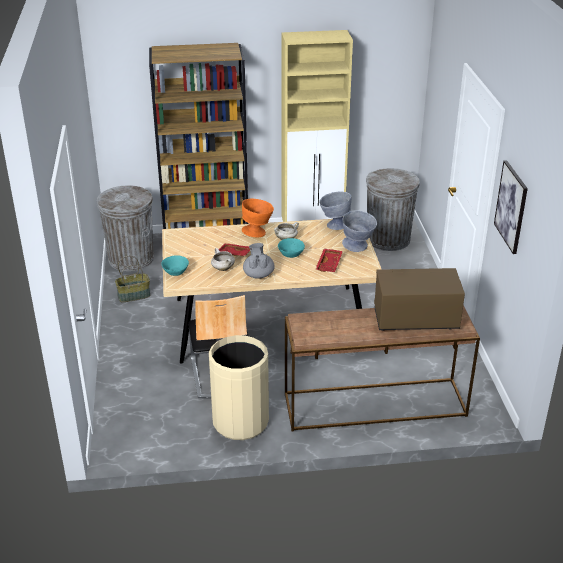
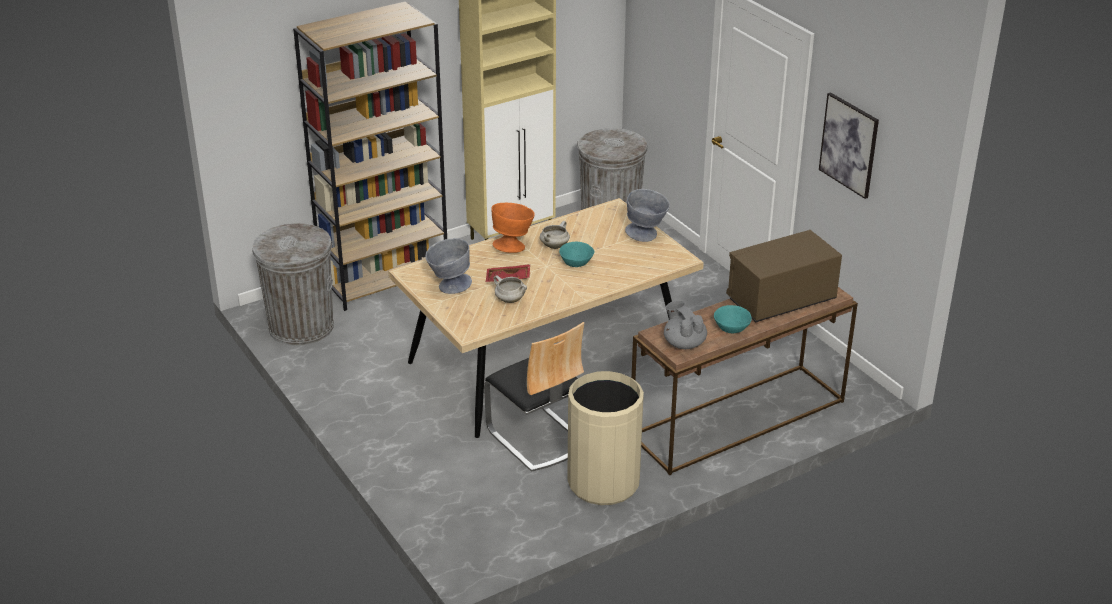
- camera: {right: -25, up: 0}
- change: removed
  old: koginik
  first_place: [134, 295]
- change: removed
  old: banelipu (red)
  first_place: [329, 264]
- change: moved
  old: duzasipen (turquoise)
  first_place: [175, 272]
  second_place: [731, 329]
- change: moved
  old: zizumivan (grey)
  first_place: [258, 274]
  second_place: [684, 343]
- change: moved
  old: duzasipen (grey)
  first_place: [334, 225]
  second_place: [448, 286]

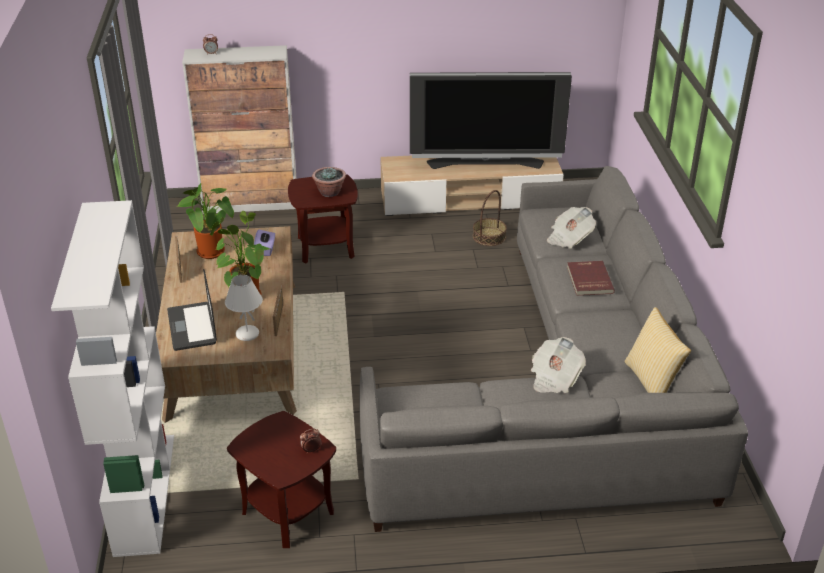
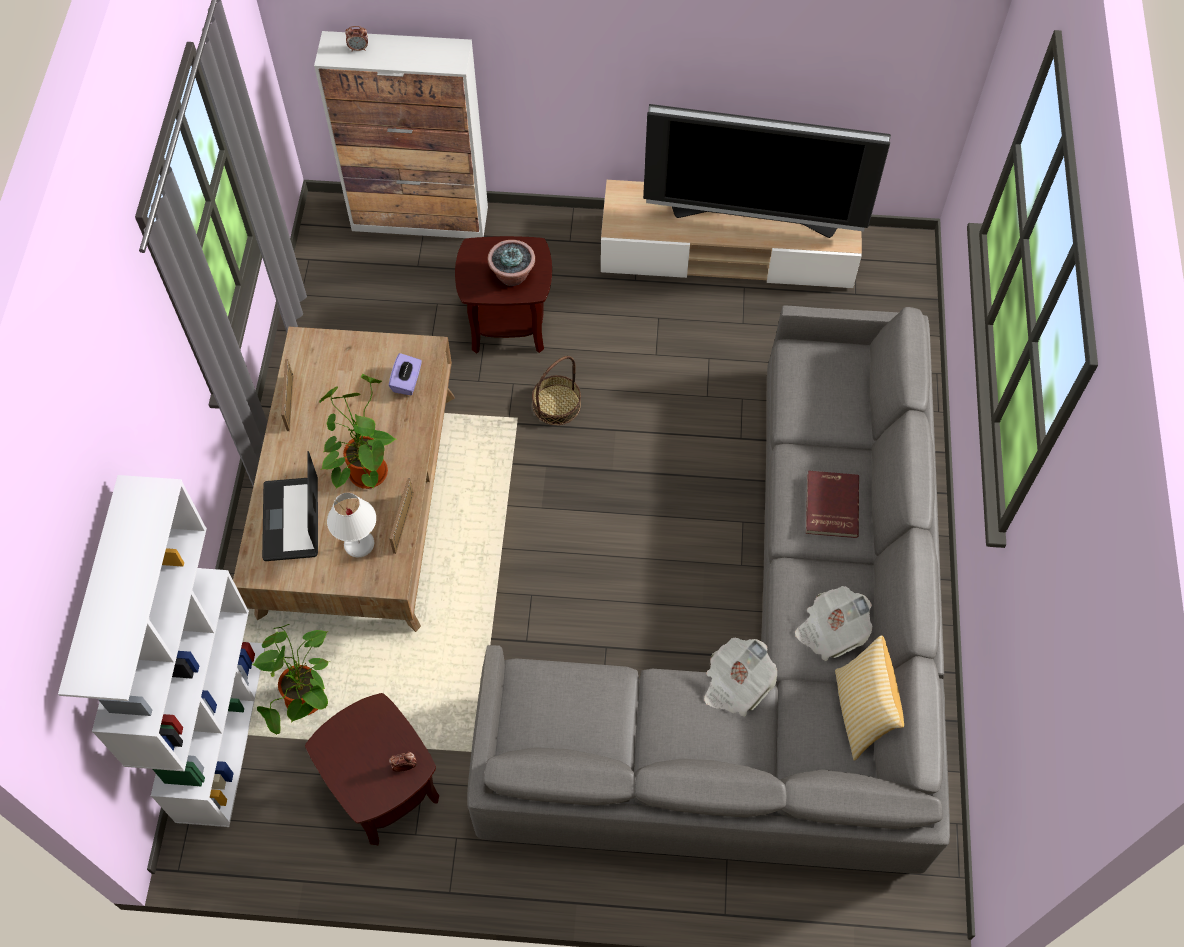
- camera: {right: 10, up: 25}
- change: moved
  old: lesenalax
  first_place: [213, 253]
  second_place: [308, 702]
- change: moved
  old: koginik
  first_place: [489, 236]
  second_place: [556, 404]
- change: moved
  old: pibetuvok
  first_place: [569, 238]
  second_place: [830, 631]

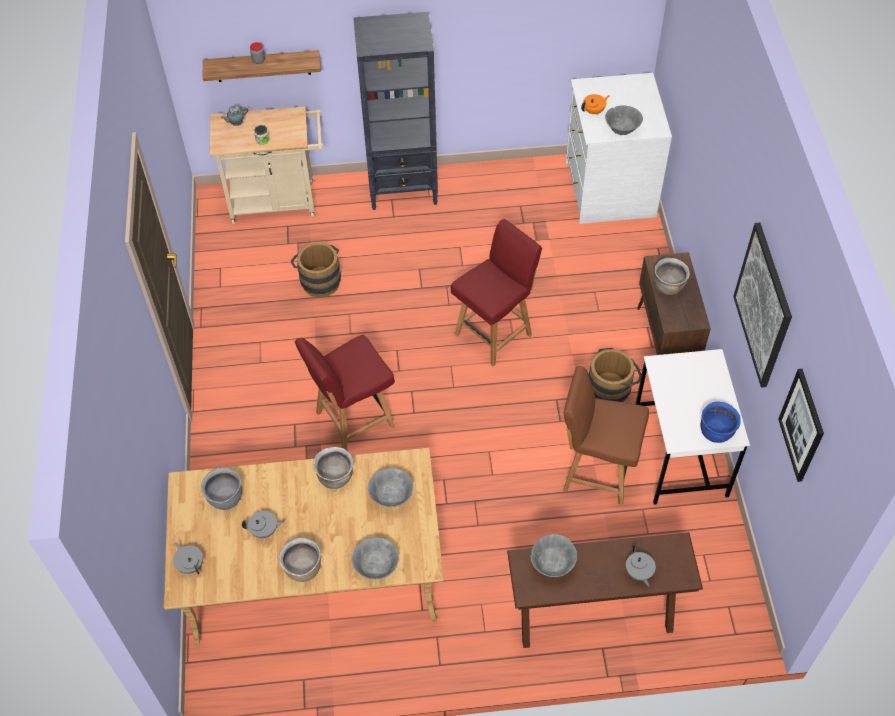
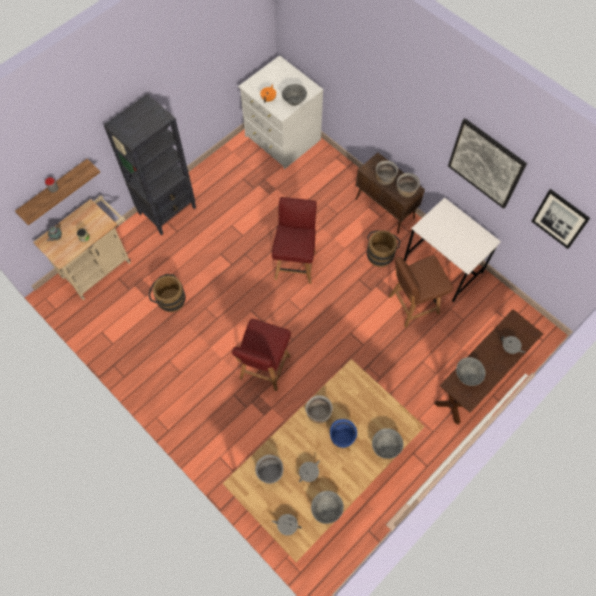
- camera: {right: -40, up: 10}
- change: moved
  old: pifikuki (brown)
  first_place: [303, 569]
  second_place: [406, 191]
- change: moved
  old: duzasipen (grey)
  first_place: [392, 497]
  second_place: [326, 509]
- change: moved
  old: pifikuki (blue)
  first_place: [716, 432]
  second_place: [342, 437]

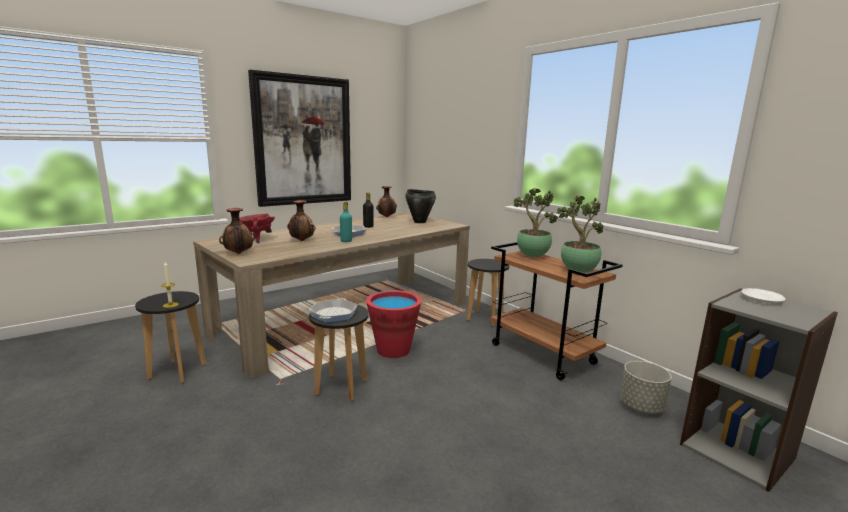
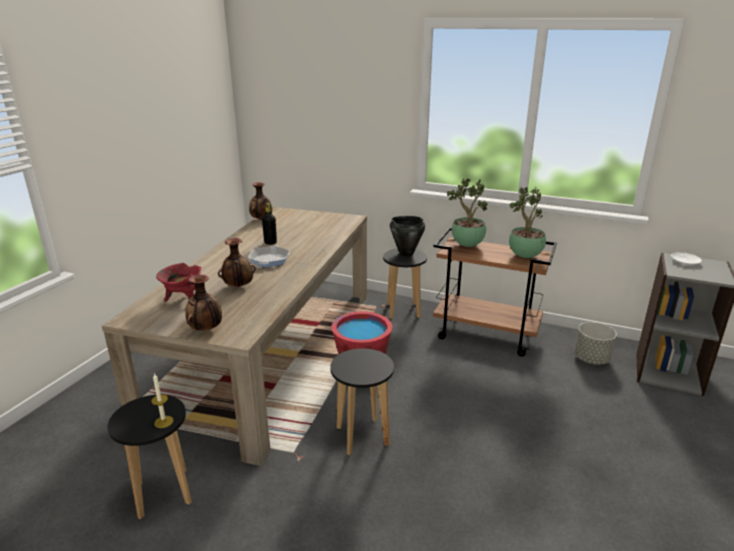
- camera: {right: -30, up: 10}
- change: removed
  old: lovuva
  first_place: [303, 141]
- change: removed
  old: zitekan
  first_place: [333, 314]
- change: removed
  old: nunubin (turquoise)
  first_place: [346, 241]
- change: moved
  old: pifikuki (black)
  first_place: [419, 222]
  second_place: [406, 254]

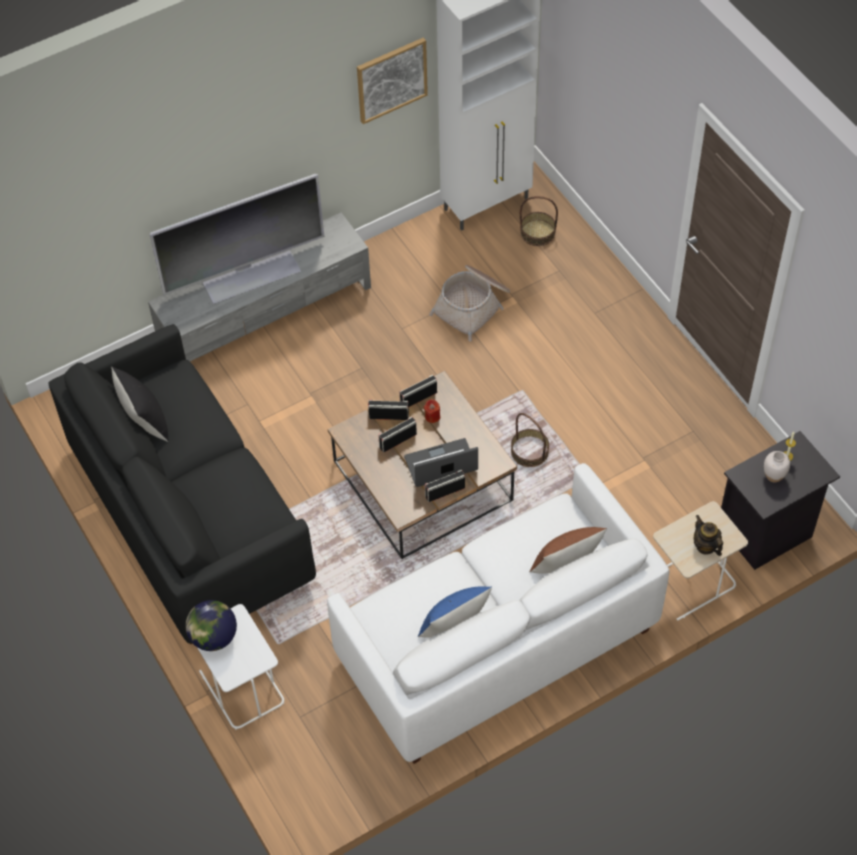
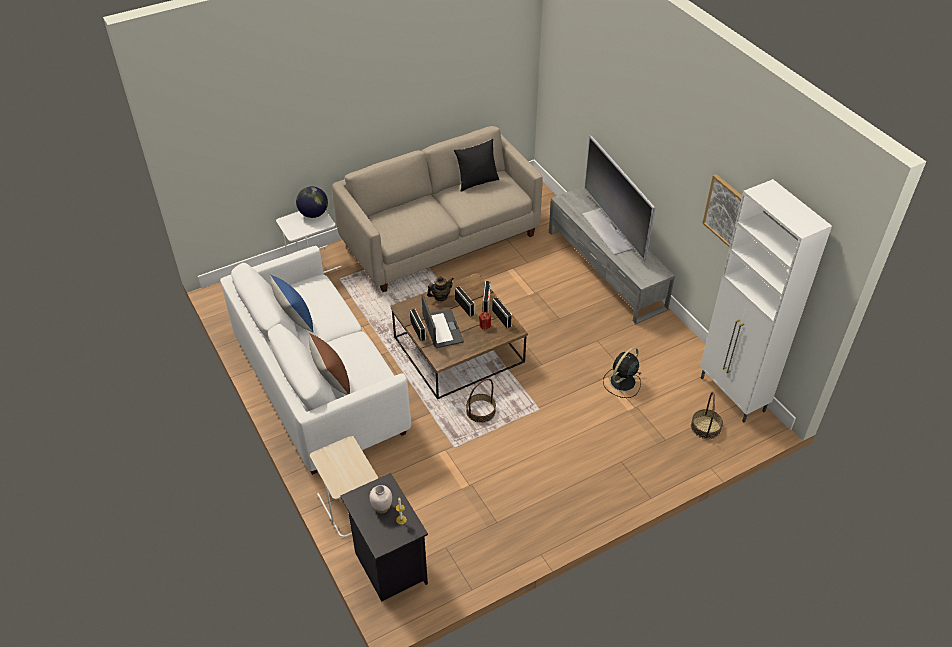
- camera: {right: 90, up: -10}
- change: moved
  old: zizumivan
  first_place: [705, 546]
  second_place: [440, 297]
- change: replaced
  old: koginik
  new: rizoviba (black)
  first_place: [473, 306]
  second_place: [622, 382]
- change: recoloured
  old: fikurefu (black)
  new: fikurefu (beige)
  first_place: [189, 515]
  second_place: [440, 239]

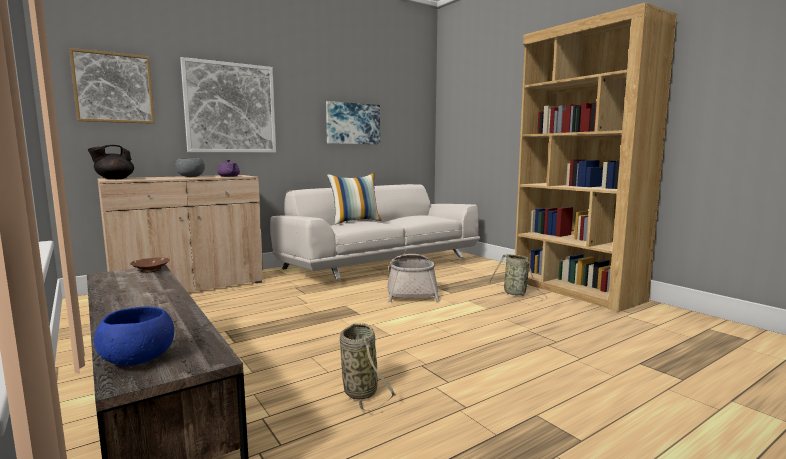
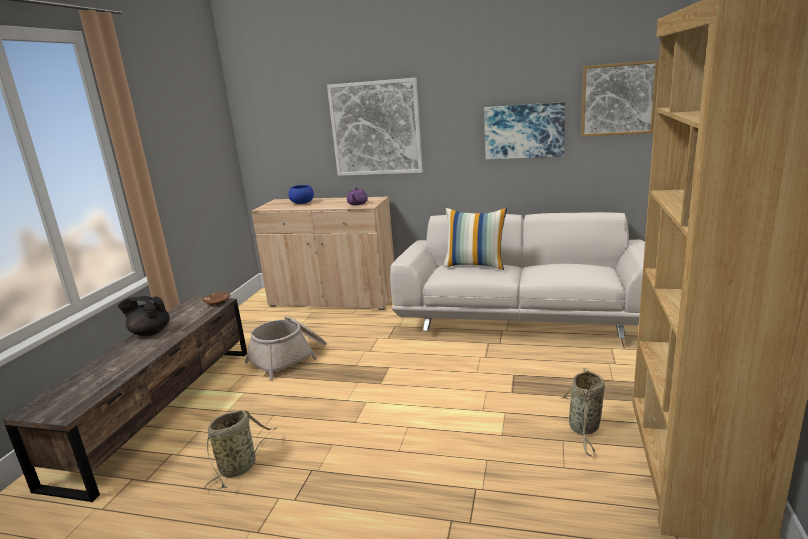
- camera: {right: 50, up: 10}
- change: removed
  old: duzasipen (grey)
  first_place: [190, 177]
- change: moved
  old: lovuva
  first_place: [113, 88]
  second_place: [618, 99]
- change: moved
  old: zizumivan (black)
  first_place: [114, 179]
  second_place: [150, 332]
- change: moved
  old: duzasipen (blue)
  first_place: [138, 360]
  second_place: [302, 203]
- change: moved
  old: koginik
  first_place: [411, 292]
  second_place: [289, 357]

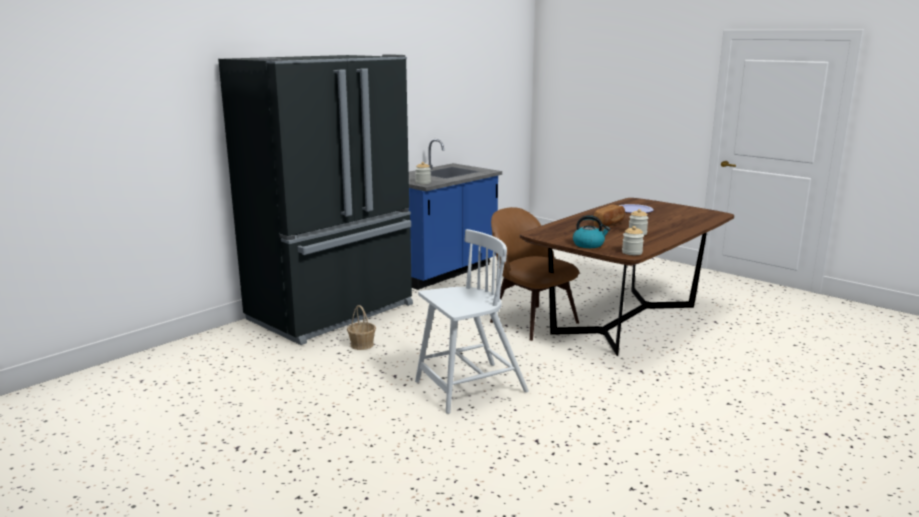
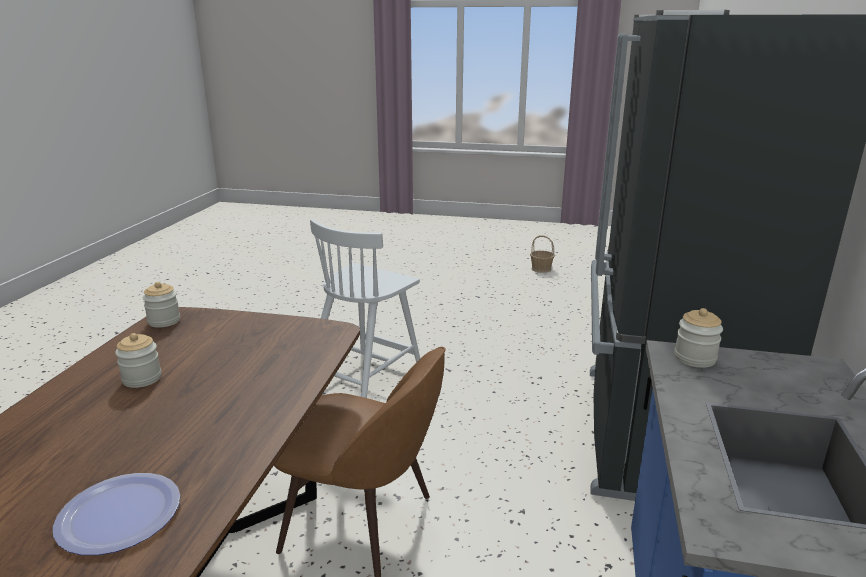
- camera: {right: 150, up: 5}
- change: removed
  old: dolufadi
  first_place: [589, 244]
- change: removed
  old: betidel
  first_place: [610, 223]
- change: moved
  old: koginik
  first_place: [362, 345]
  second_place: [541, 269]

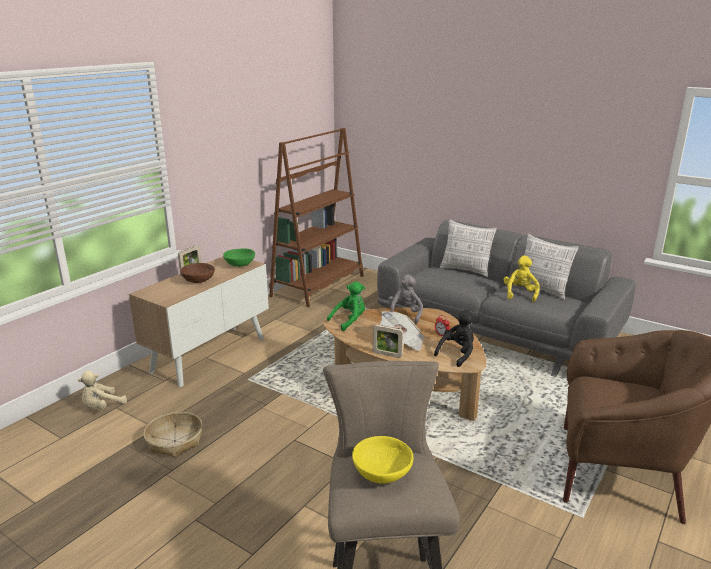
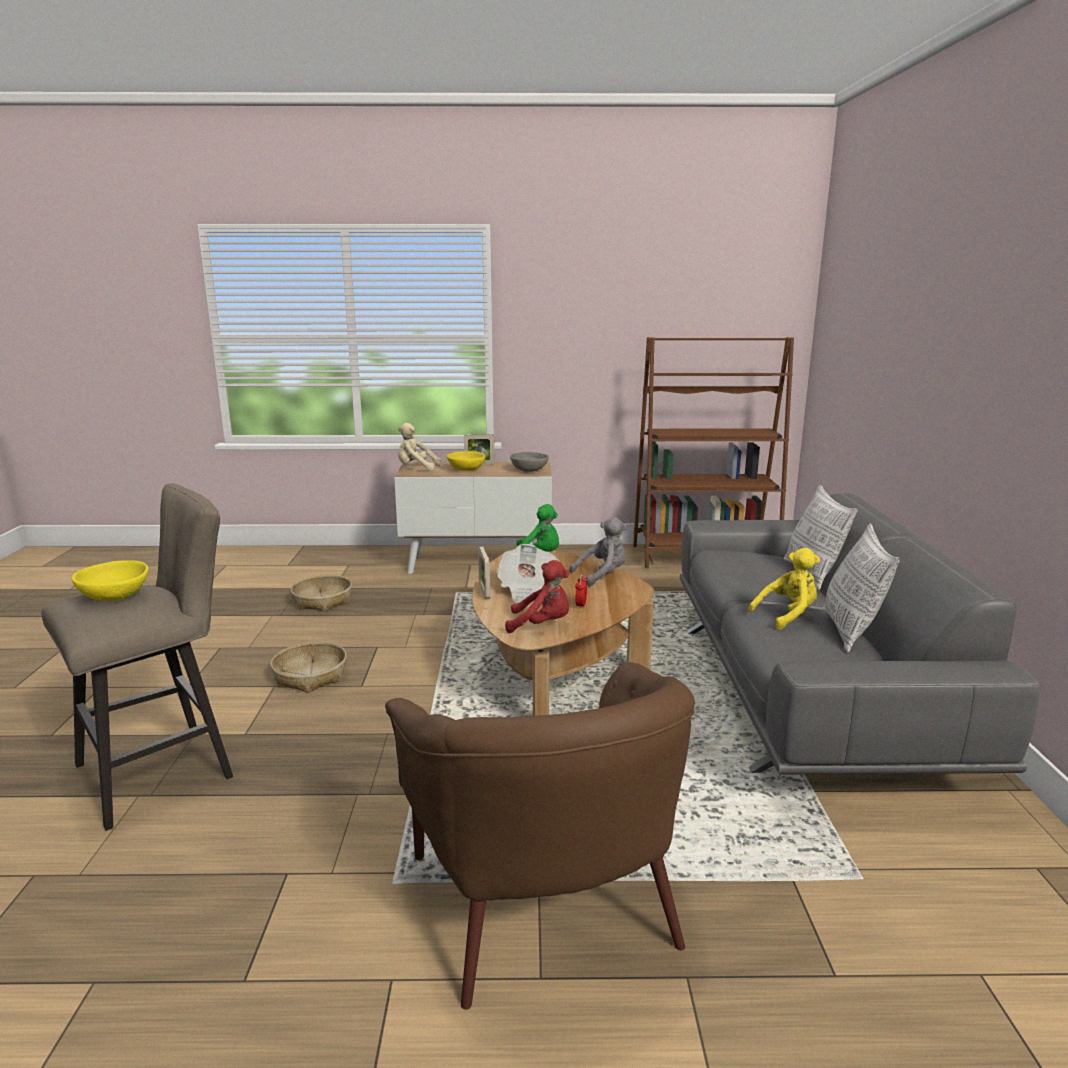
- camera: {right: 55, up: -5}
- change: added
  new: koginik
  second_place: [310, 676]
- change: moved
  old: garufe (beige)
  first_place: [102, 406]
  second_place: [416, 468]
- change: recoloured
  old: duzasipen (brown)
  new: duzasipen (yellow)
  first_place: [199, 280]
  second_place: [466, 470]
- change: recoloured
  old: duzasipen (green)
  new: duzasipen (grey)
  first_place: [240, 264]
  second_place: [529, 470]
- change: recoloured
  old: garufe (black)
  new: garufe (red)
  first_place: [457, 354]
  second_place: [542, 625]

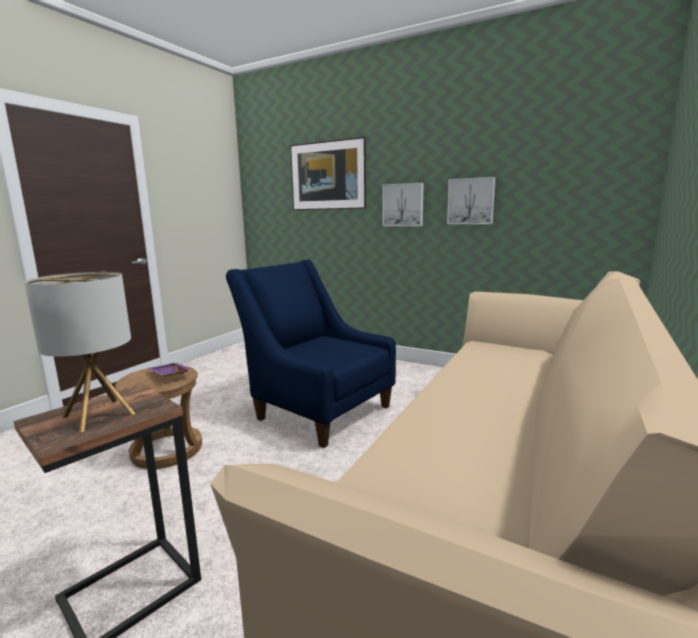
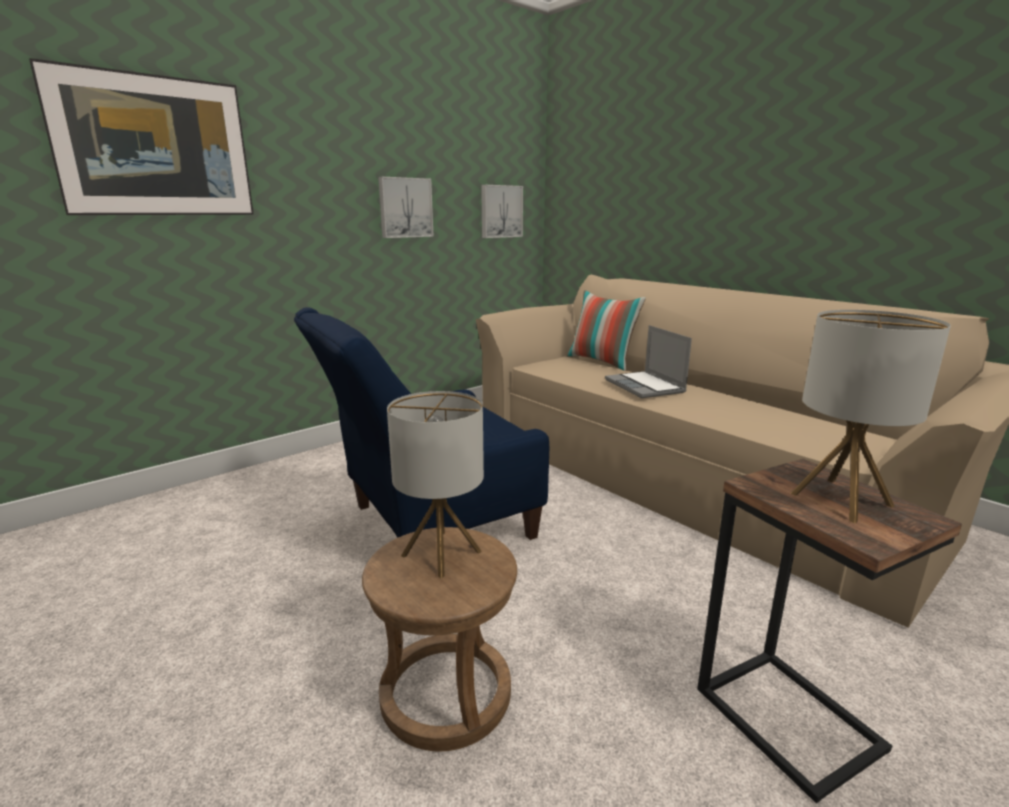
- camera: {right: -70, up: 5}
- change: added
  new: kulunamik
  second_place: [602, 362]
- change: added
  new: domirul
  second_place: [646, 386]
- change: moved
  old: lovuva
  first_place: [403, 205]
  second_place: [500, 211]
- change: replaced
  old: banelipu (purple)
  new: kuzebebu
  first_place: [168, 375]
  second_place: [442, 553]

